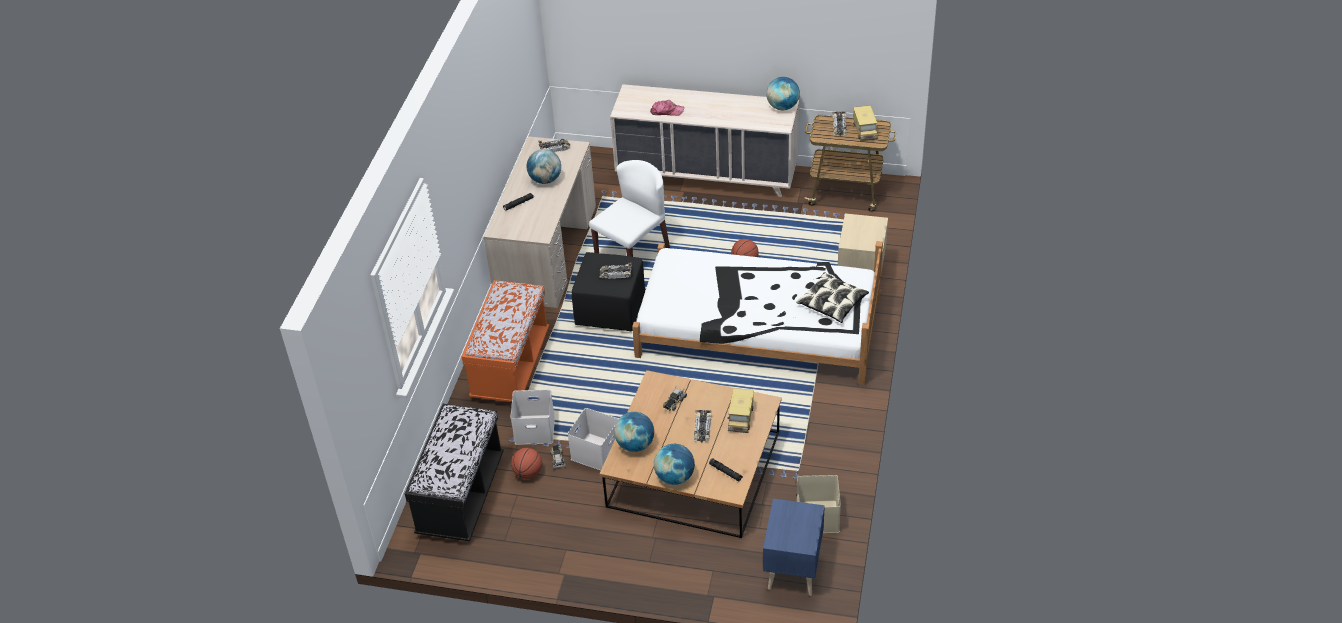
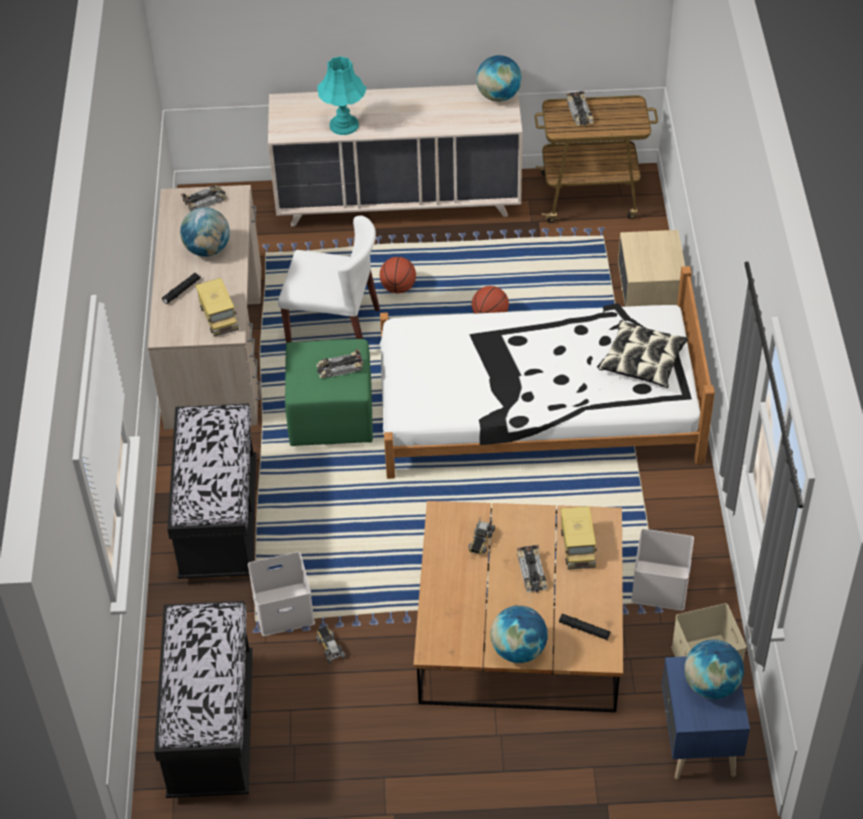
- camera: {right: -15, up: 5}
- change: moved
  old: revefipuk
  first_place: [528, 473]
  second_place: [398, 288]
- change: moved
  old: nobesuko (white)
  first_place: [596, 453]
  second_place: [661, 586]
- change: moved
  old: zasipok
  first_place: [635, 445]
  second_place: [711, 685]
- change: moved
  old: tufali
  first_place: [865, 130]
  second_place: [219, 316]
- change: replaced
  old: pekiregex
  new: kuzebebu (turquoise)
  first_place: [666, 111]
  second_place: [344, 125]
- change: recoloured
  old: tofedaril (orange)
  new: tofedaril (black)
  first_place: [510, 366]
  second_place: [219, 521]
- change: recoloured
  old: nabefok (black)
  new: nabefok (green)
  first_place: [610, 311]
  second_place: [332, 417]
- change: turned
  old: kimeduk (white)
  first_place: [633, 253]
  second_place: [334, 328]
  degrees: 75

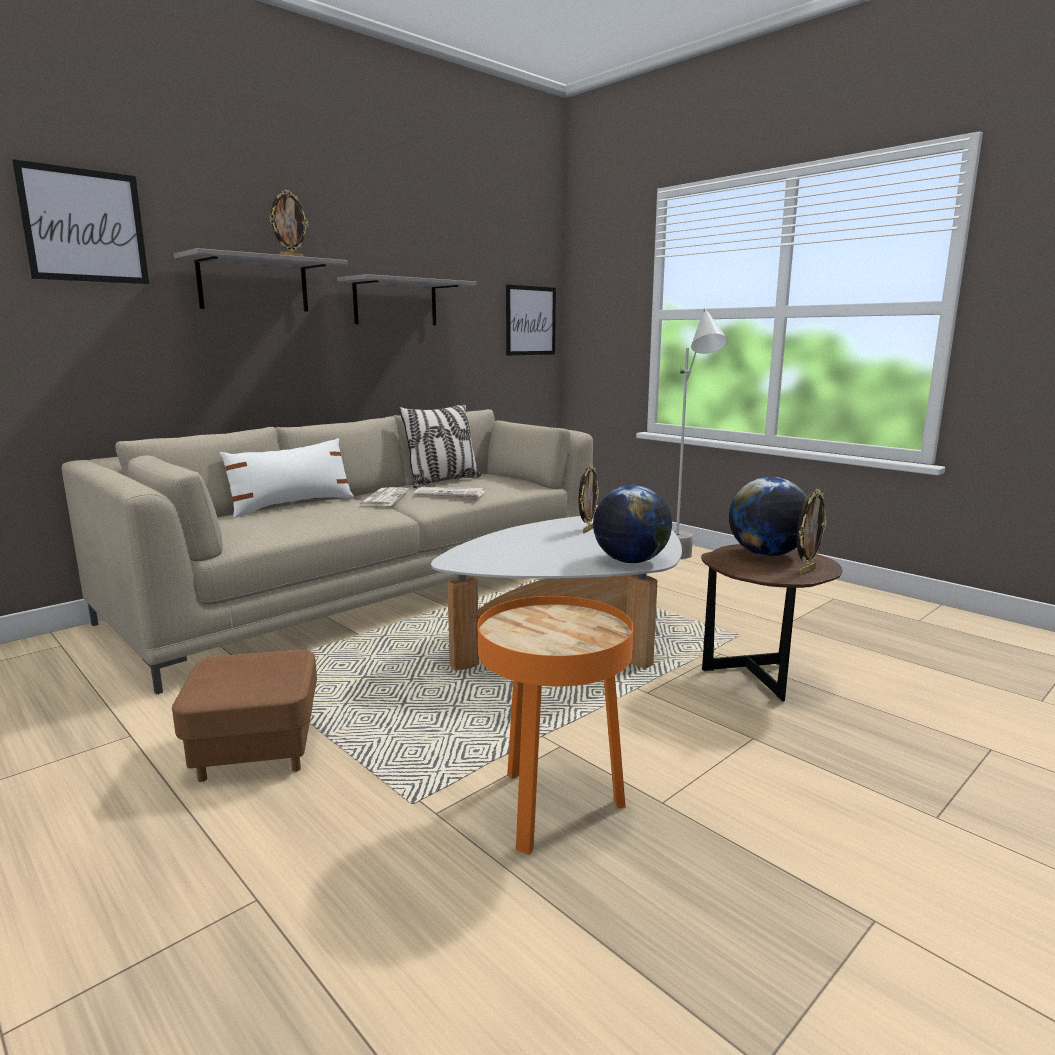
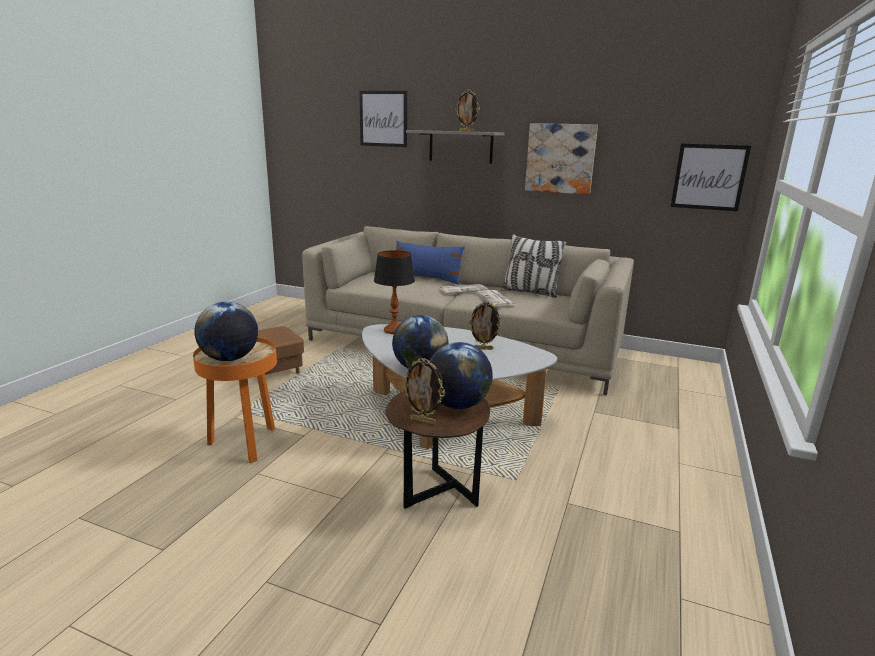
- camera: {right: 65, up: 5}
- change: removed
  old: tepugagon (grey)
  first_place: [684, 562]
- change: added
  new: zasipok
  second_place: [230, 359]
- change: added
  new: kuzebebu
  second_place: [394, 330]
- change: replaced
  old: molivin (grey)
  new: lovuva
  first_place: [395, 302]
  second_place: [560, 158]
- change: recoloured
  old: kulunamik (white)
  new: kulunamik (blue)
  first_place: [292, 505]
  second_place: [426, 278]

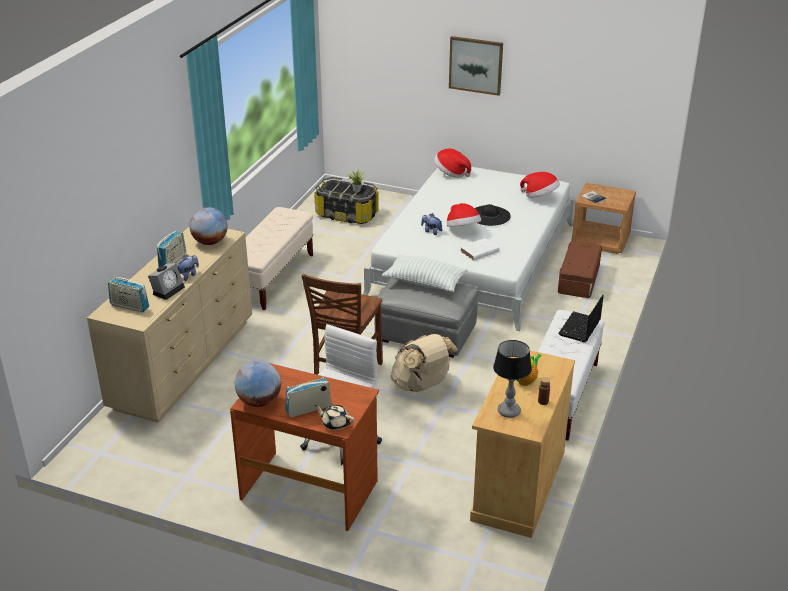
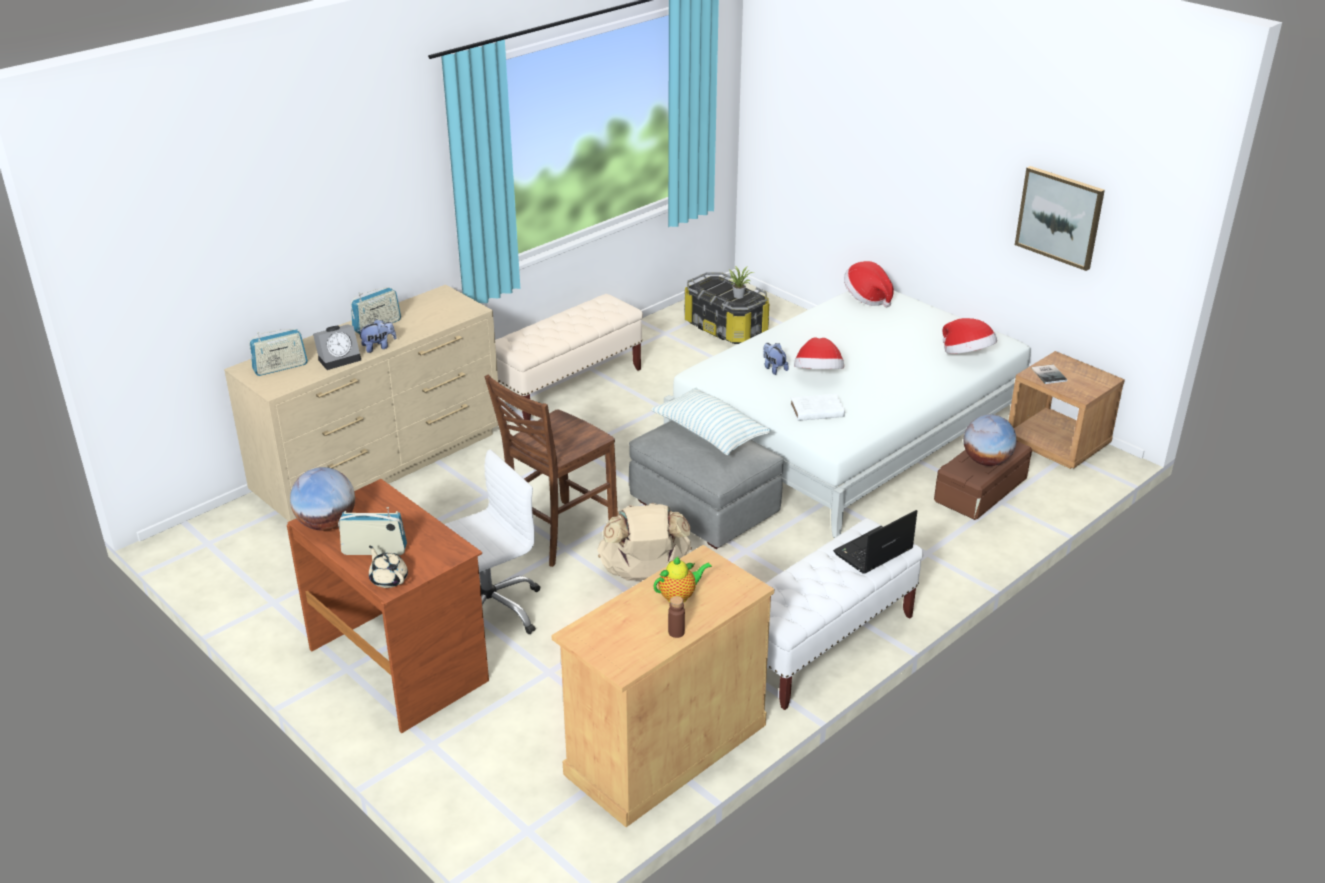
- camera: {right: 25, up: 0}
- change: removed
  old: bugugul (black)
  first_place: [489, 215]
- change: removed
  old: kuzebebu
  first_place: [509, 412]
- change: moved
  old: zasipok
  first_place: [210, 242]
  second_place: [986, 461]
- change: moved
  old: lovuva
  first_place: [476, 65]
  second_place: [1060, 217]
- change: turned
  old: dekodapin
  first_place: [129, 306]
  second_place: [280, 367]
  degrees: -75

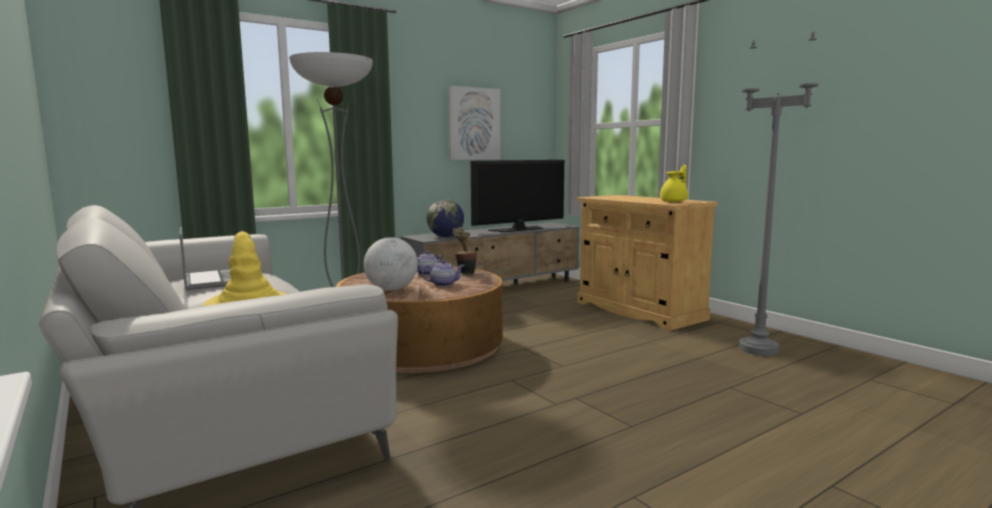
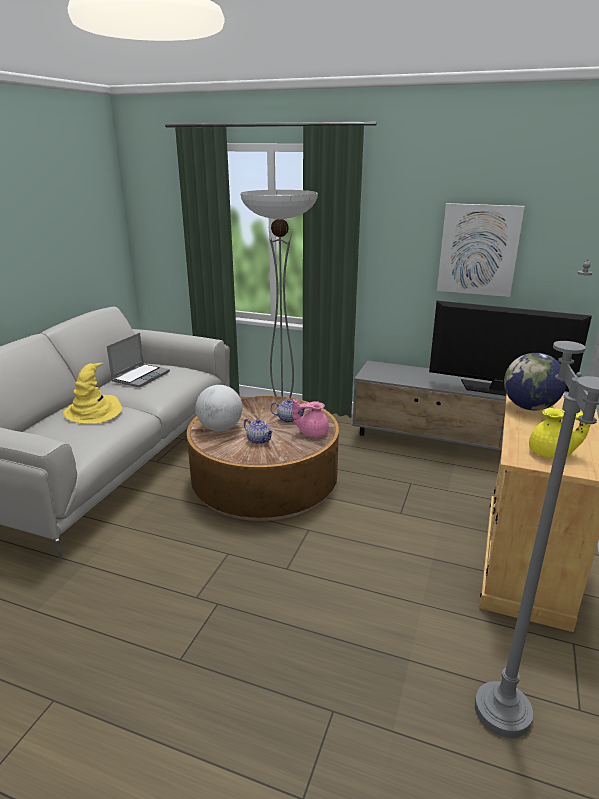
- camera: {right: 55, up: 15}
- change: moved
  old: zasipok
  first_place: [445, 236]
  second_place: [529, 407]
- change: replaced
  old: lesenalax
  new: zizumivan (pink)
  first_place: [465, 273]
  second_place: [312, 432]

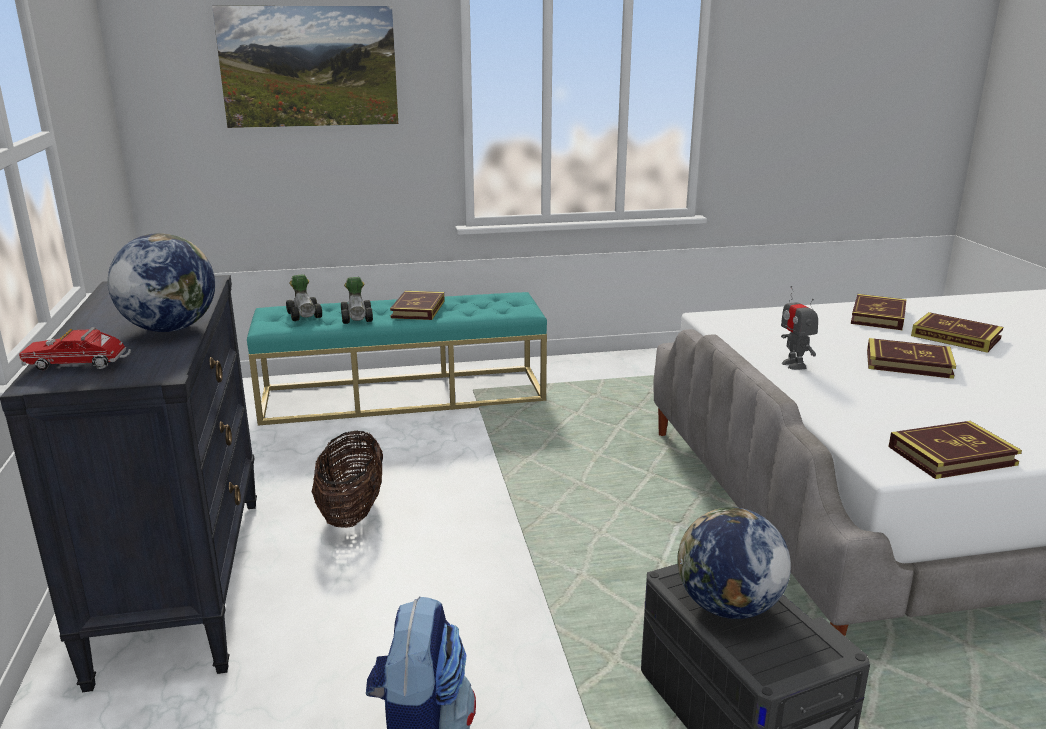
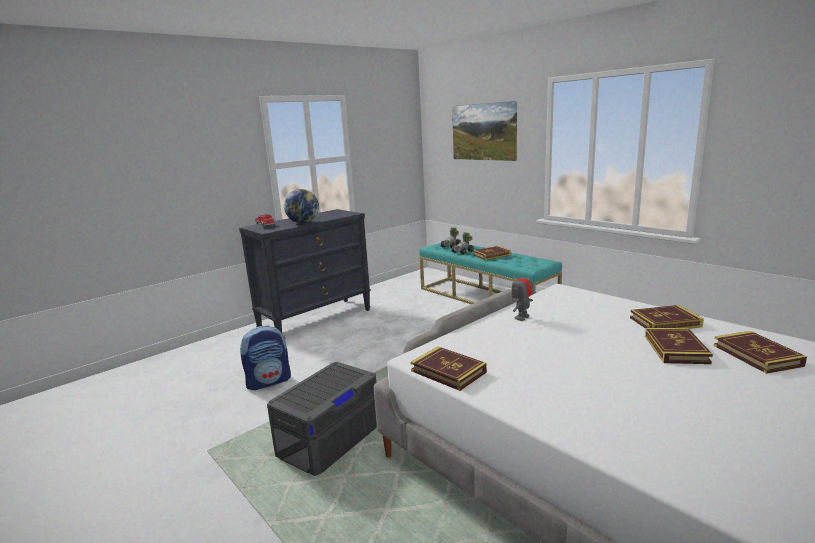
- camera: {right: 60, up: -5}
- change: removed
  old: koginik
  first_place: [352, 511]
- change: removed
  old: zasipok
  first_place: [727, 607]
- change: moved
  old: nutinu
  first_place: [908, 363]
  second_place: [756, 355]

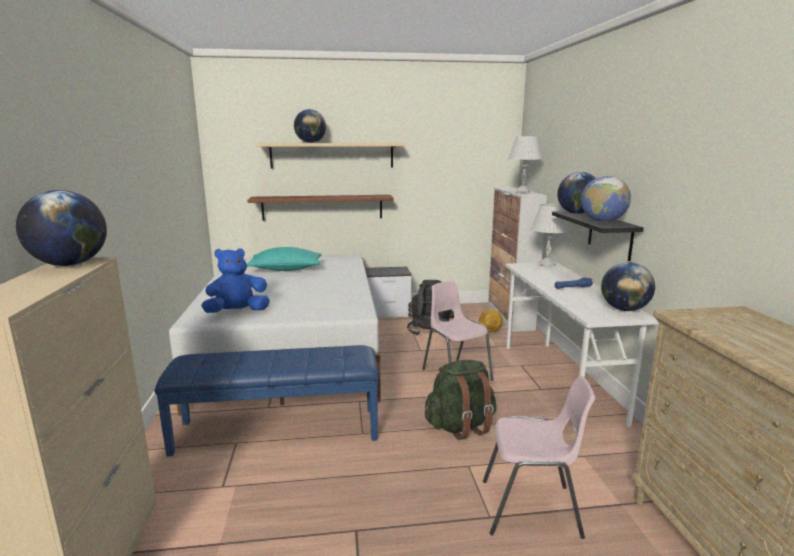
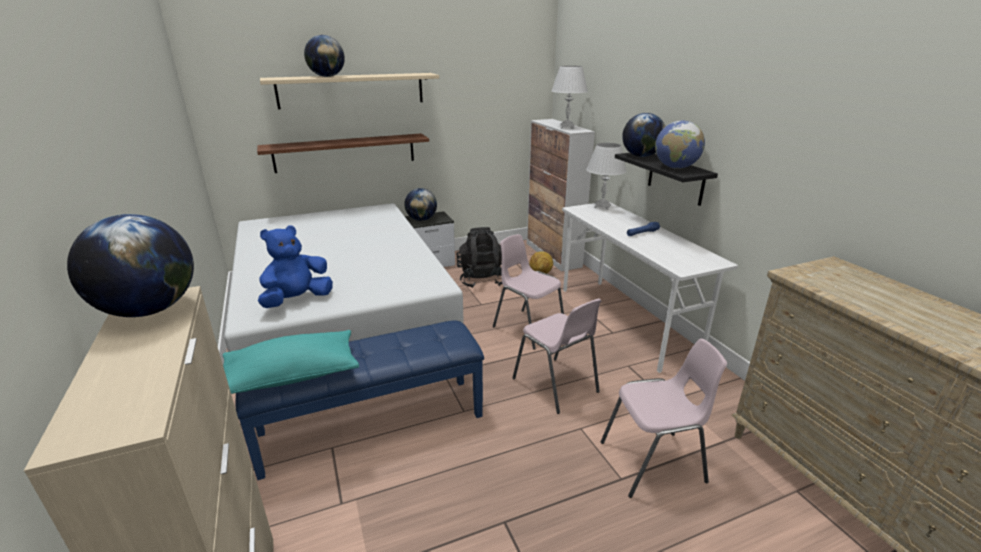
- camera: {right: -15, up: 10}
- change: moved
  old: kulunamik (turquoise)
  first_place: [286, 269]
  second_place: [293, 375]
- change: moved
  old: zasipok
  first_place: [624, 309]
  second_place: [421, 219]
- change: replaced
  old: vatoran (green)
  new: kimeduk (pink)
  first_place: [460, 426]
  second_place: [556, 385]

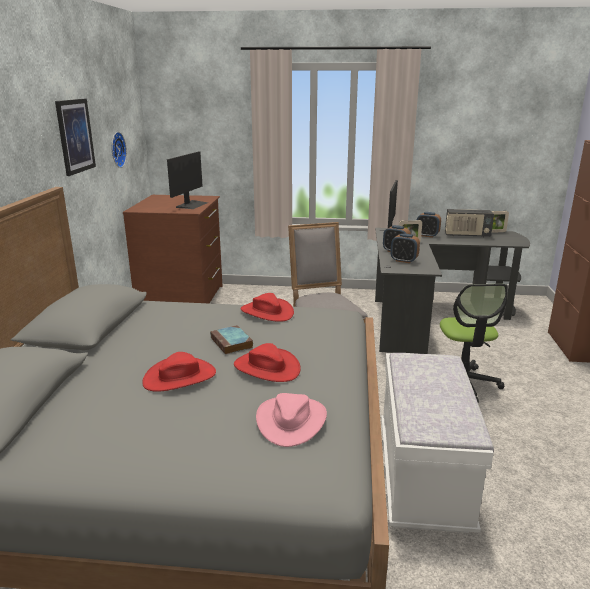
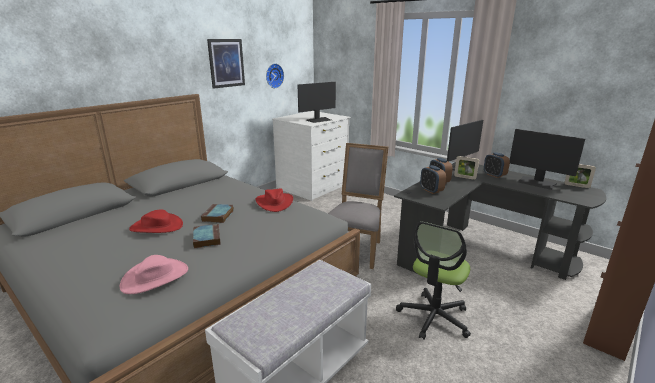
- camera: {right: 35, up: 0}
- change: replaced
  old: bugugul (red)
  new: nutinu
  first_place: [266, 368]
  second_place: [206, 238]
- change: replaced
  old: dekodapin
  new: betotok
  first_place: [467, 235]
  second_place: [537, 183]
- change: recoloured
  old: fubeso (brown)
  new: fubeso (white)
  first_place: [182, 298]
  second_place: [313, 187]

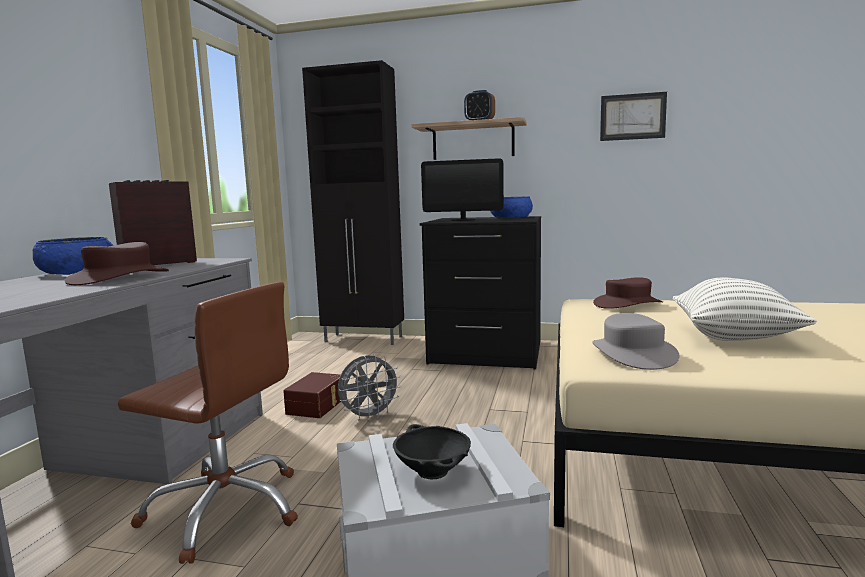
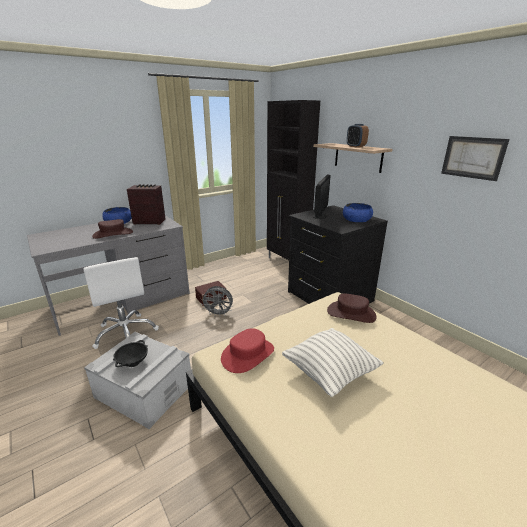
- camera: {right: 40, up: 15}
- change: recoloured
  old: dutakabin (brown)
  new: dutakabin (white)
  first_place: [225, 509]
  second_place: [126, 333]
- change: recoloured
  old: bugugul (grey)
  new: bugugul (red)
  first_place: [632, 354]
  second_place: [247, 354]
- change: turned
  old: betotok
  first_place: [463, 220]
  second_place: [319, 216]
  degrees: -120

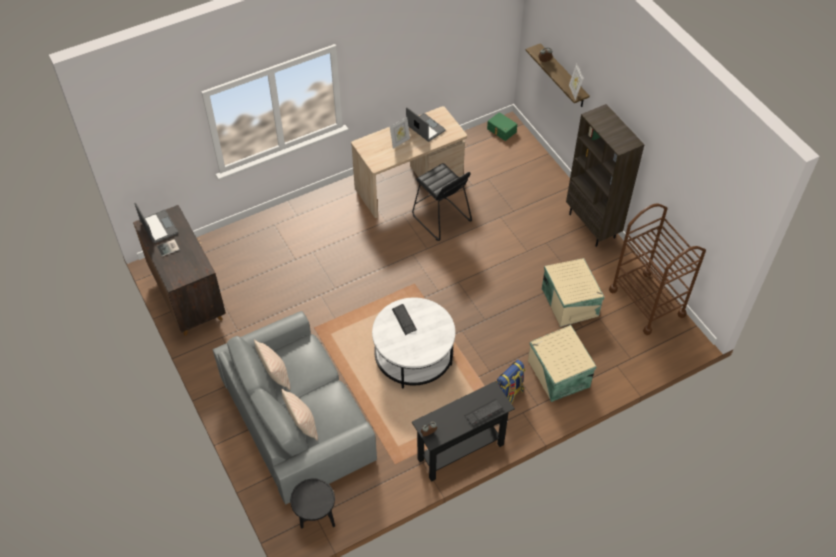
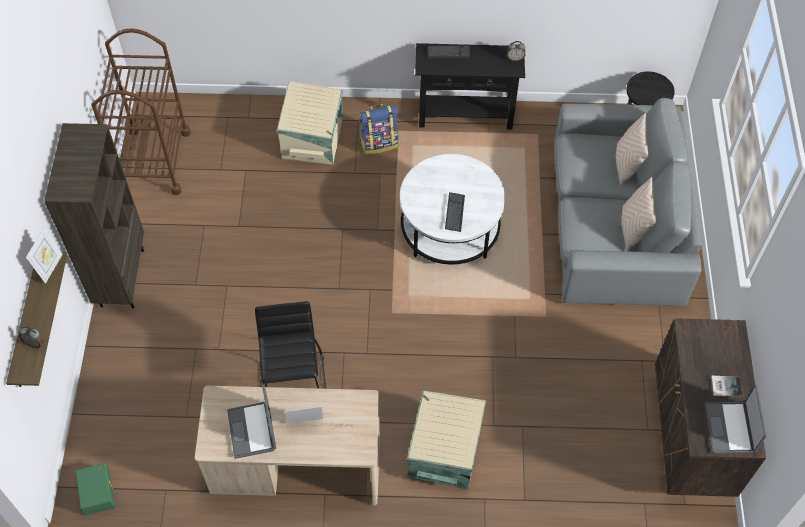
- camera: {right: -150, up: 5}
- change: moved
  old: nobesuko (beige)
  first_place: [570, 301]
  second_place: [443, 450]

